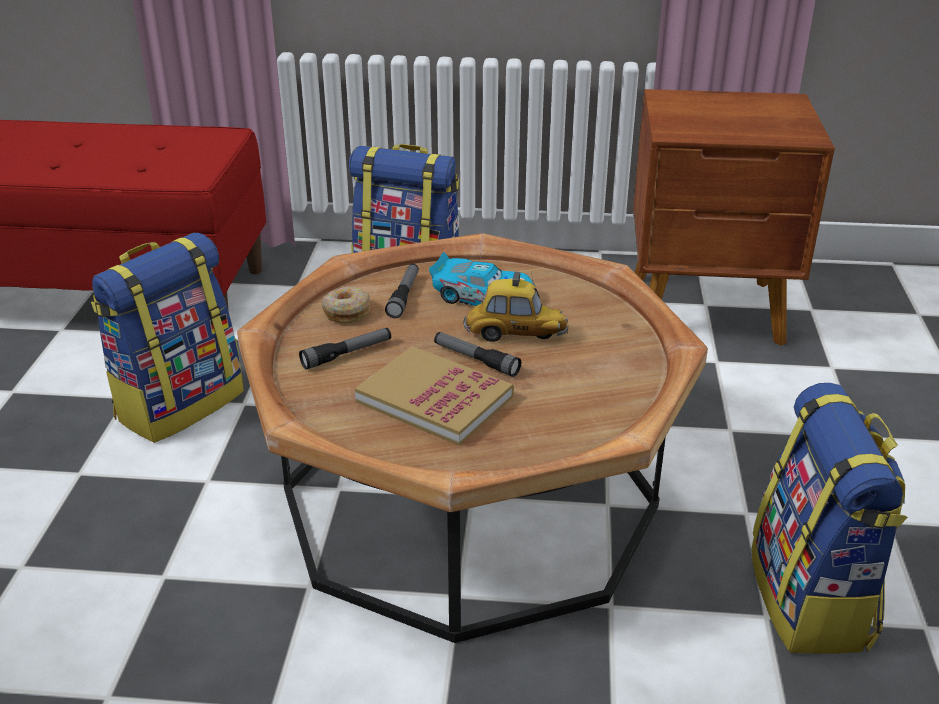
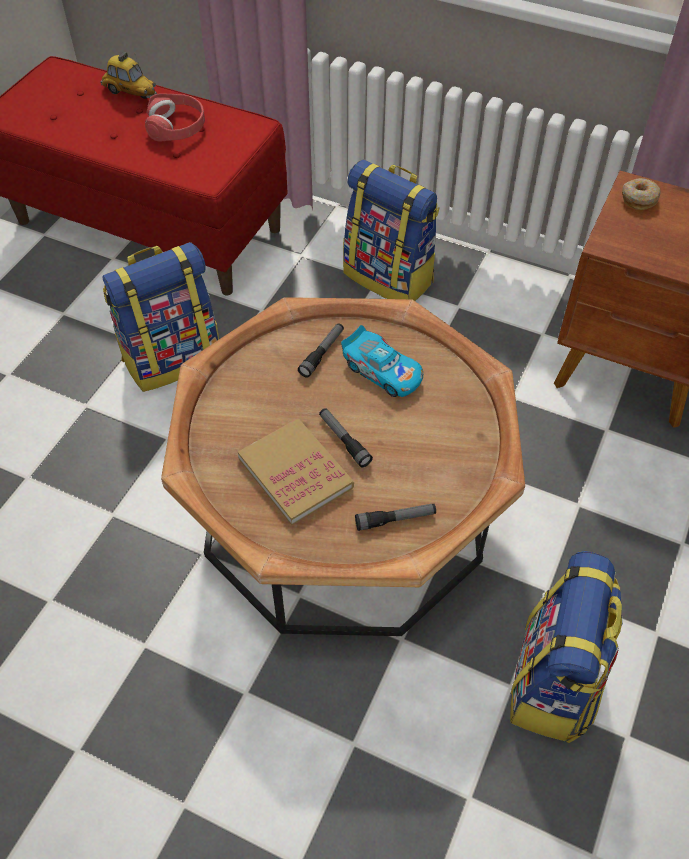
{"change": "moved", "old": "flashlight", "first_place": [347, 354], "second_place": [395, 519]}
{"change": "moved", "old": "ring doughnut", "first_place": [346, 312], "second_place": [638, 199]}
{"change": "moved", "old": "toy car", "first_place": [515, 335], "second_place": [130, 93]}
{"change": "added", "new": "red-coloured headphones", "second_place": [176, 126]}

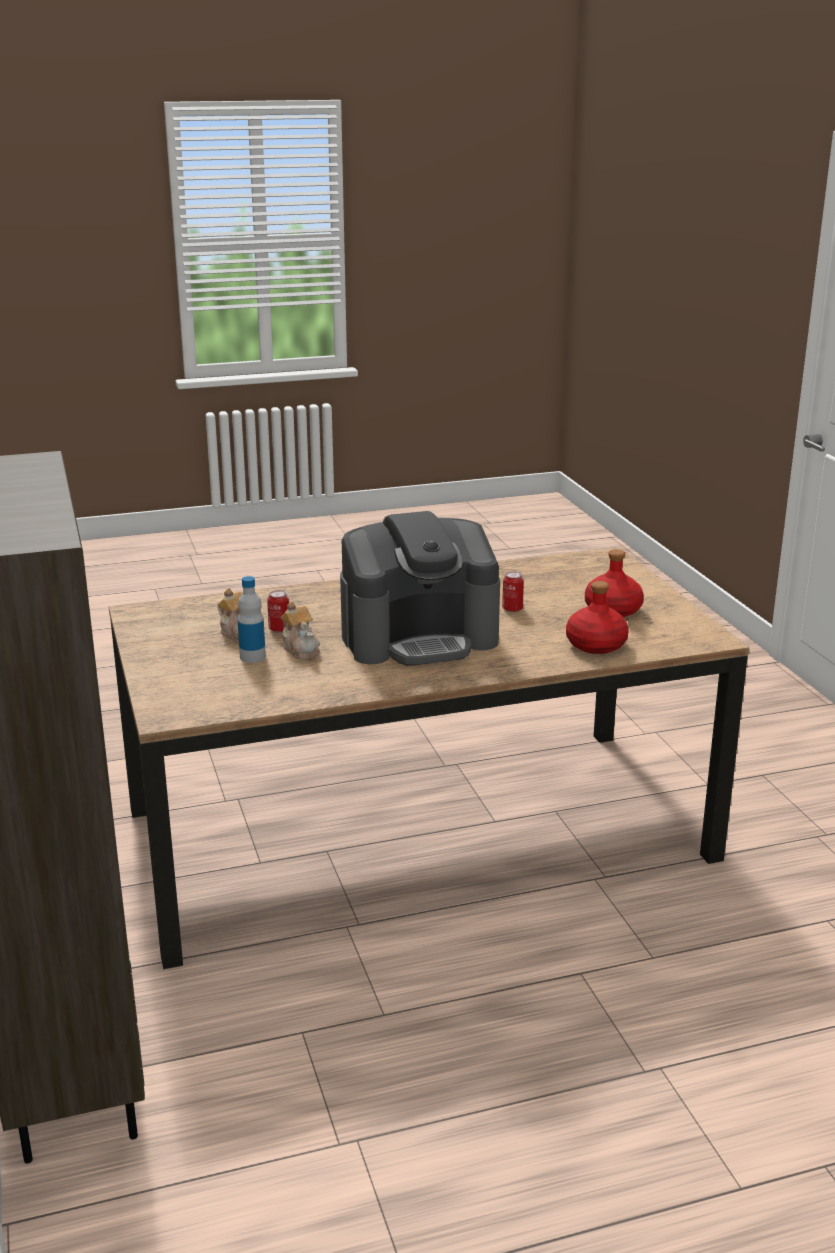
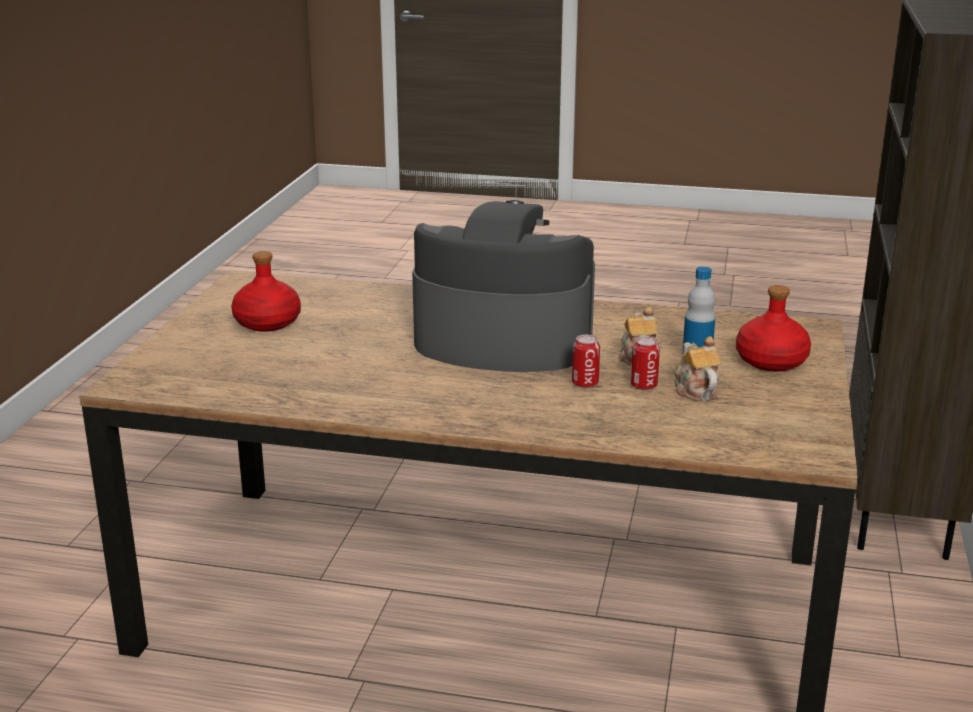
{"change": "moved", "old": "can", "first_place": [512, 609], "second_place": [585, 383]}
{"change": "moved", "old": "red-coloured bottle", "first_place": [596, 645], "second_place": [770, 361]}

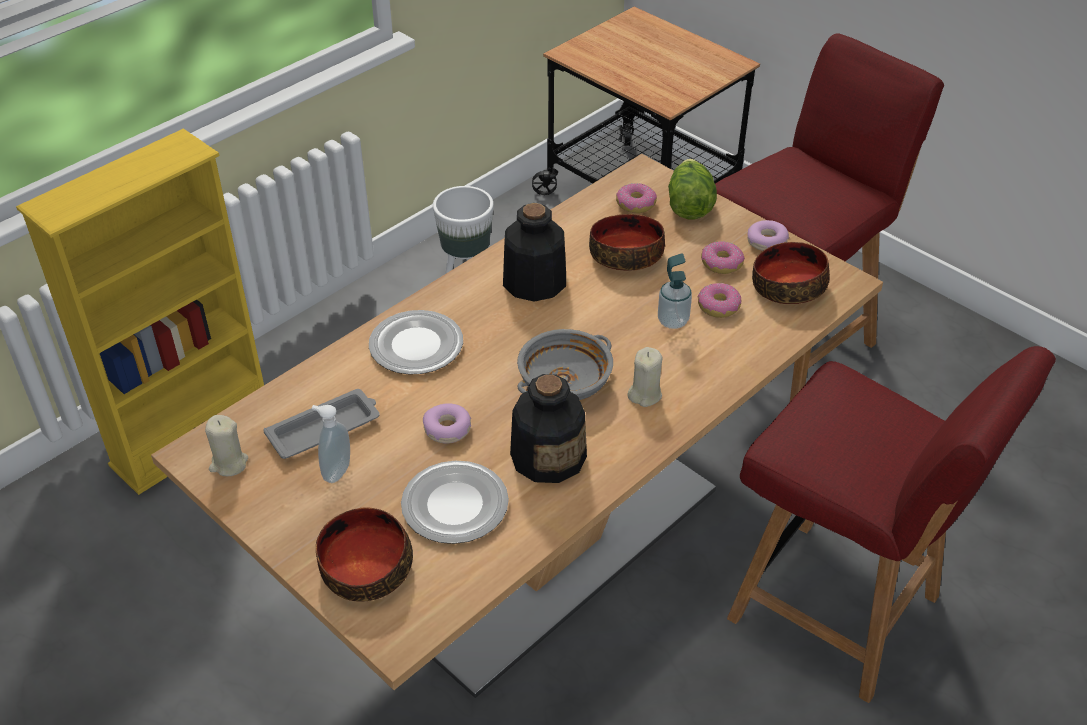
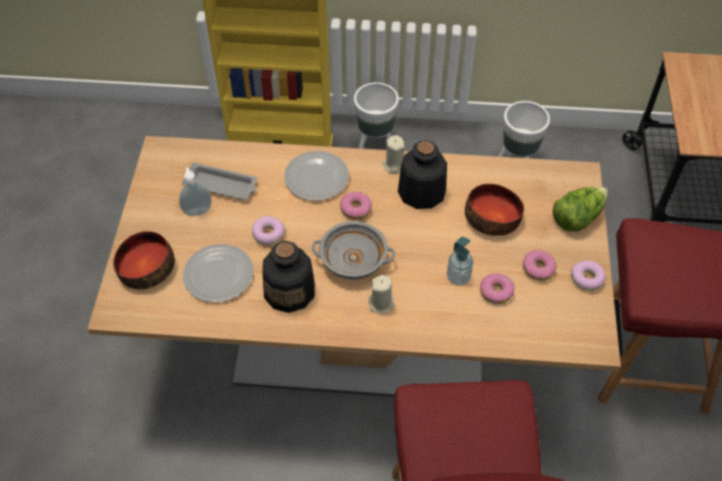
{"change": "moved", "old": "beige candle", "first_place": [228, 464], "second_place": [394, 165]}
{"change": "moved", "old": "ring doughnut", "first_place": [635, 204], "second_place": [355, 209]}
{"change": "removed", "old": "serving bowl", "first_place": [788, 286]}
{"change": "added", "new": "whitish flower pot", "second_place": [375, 144]}

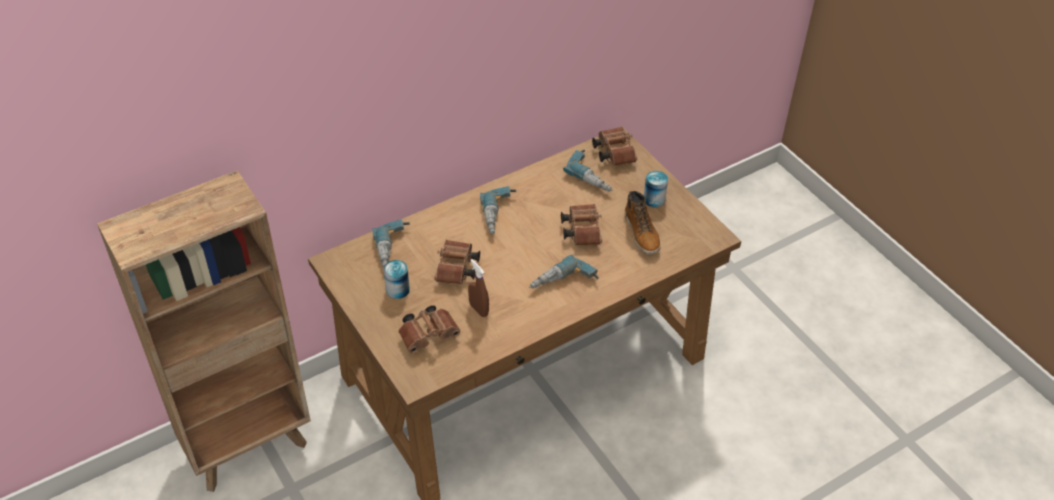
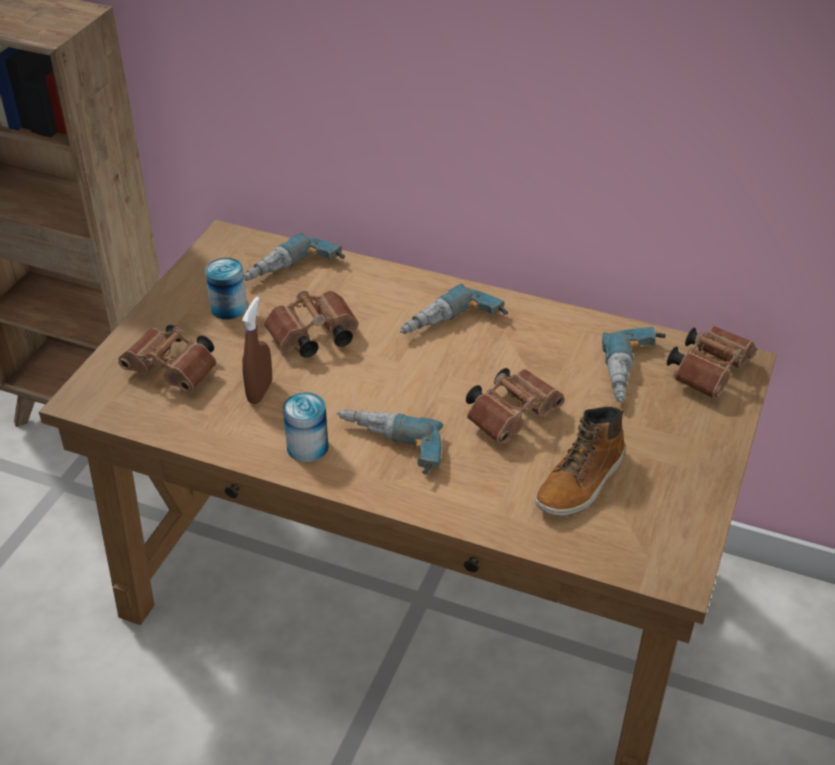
{"change": "moved", "old": "can", "first_place": [654, 199], "second_place": [307, 447]}

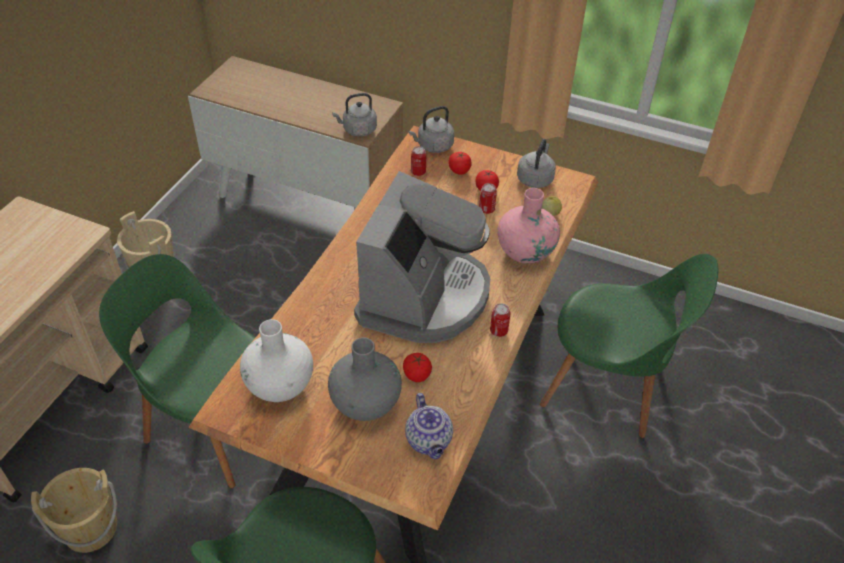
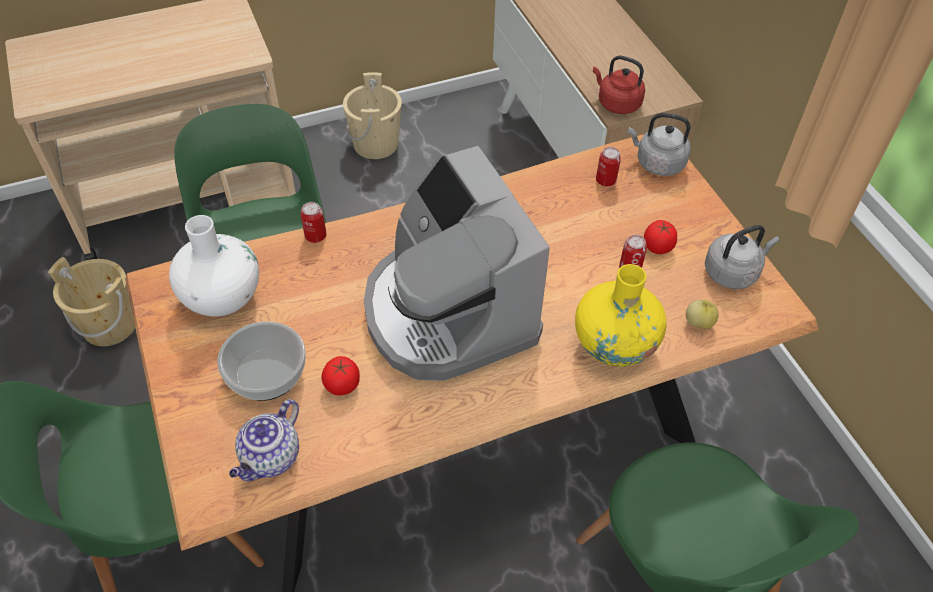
{"change": "replaced", "old": "gray decorative vase", "new": "serving bowl", "first_place": [365, 403], "second_place": [265, 373]}
{"change": "recoloured", "old": "gray water kettle", "new": "red-coloured water kettle", "first_place": [357, 130], "second_place": [616, 103]}
{"change": "turned", "old": "coffee machine", "first_place": [424, 297], "second_place": [447, 313], "degrees": 90}
{"change": "removed", "old": "fresh tomato", "first_place": [459, 170]}
{"change": "moved", "old": "can", "first_place": [498, 331], "second_place": [315, 236]}
{"change": "recoloured", "old": "pink decorative vase", "new": "yellow decorative vase", "first_place": [525, 251], "second_place": [614, 344]}

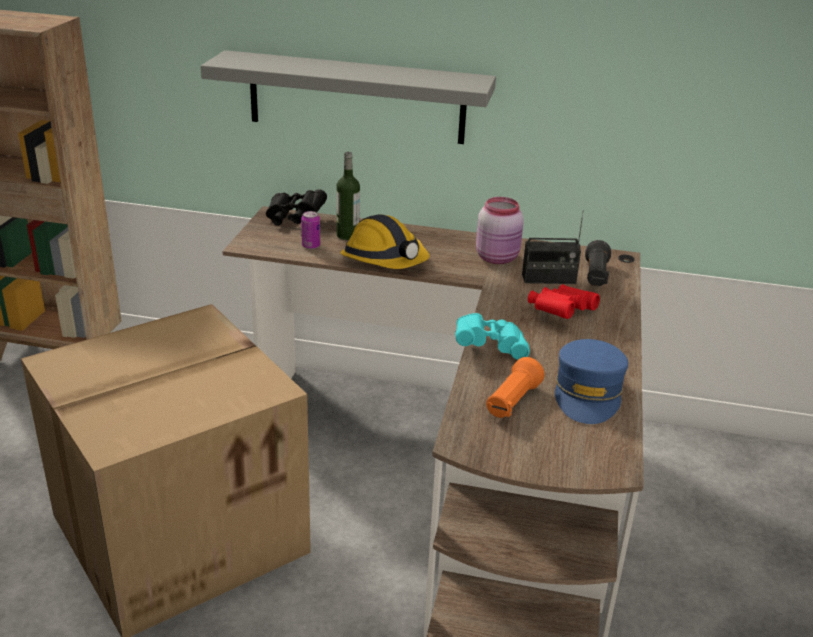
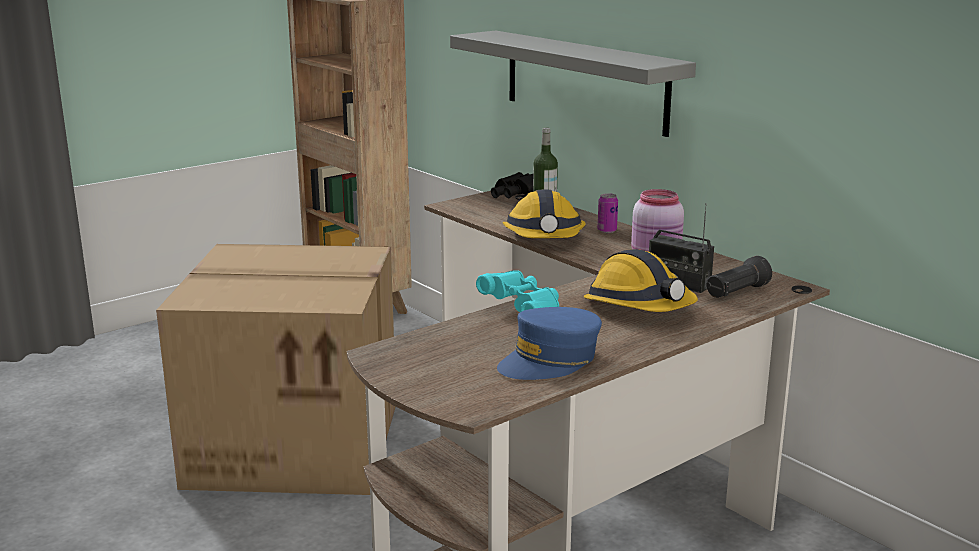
{"change": "moved", "old": "can", "first_place": [311, 246], "second_place": [607, 230]}
{"change": "removed", "old": "orange-coloured flashlight", "first_place": [512, 402]}
{"change": "replaced", "old": "red-coloured binoculars", "new": "hard hat", "first_place": [560, 313], "second_place": [639, 306]}

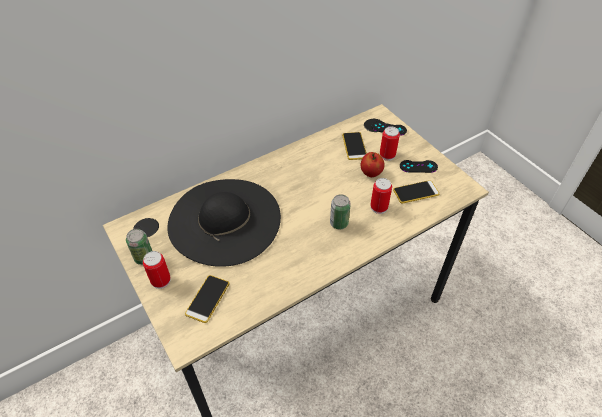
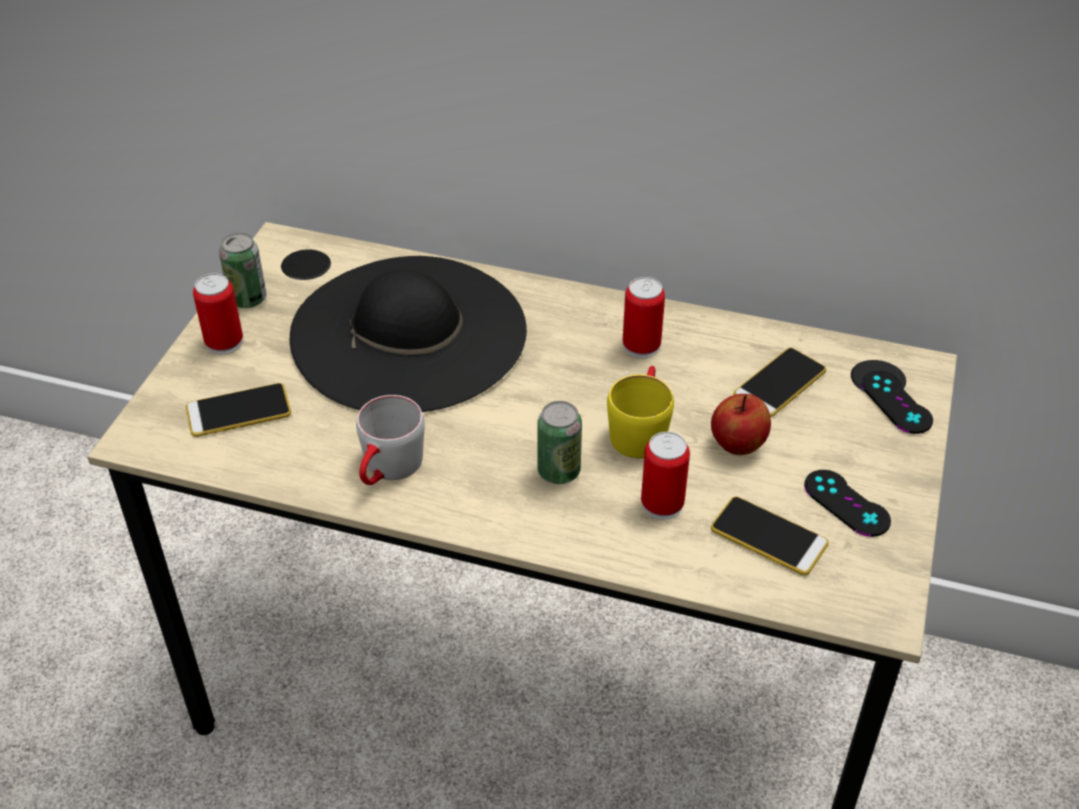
{"change": "moved", "old": "can", "first_place": [387, 155], "second_place": [641, 346]}
{"change": "added", "new": "gray mug", "second_place": [388, 470]}
{"change": "added", "new": "yellow mug", "second_place": [640, 428]}

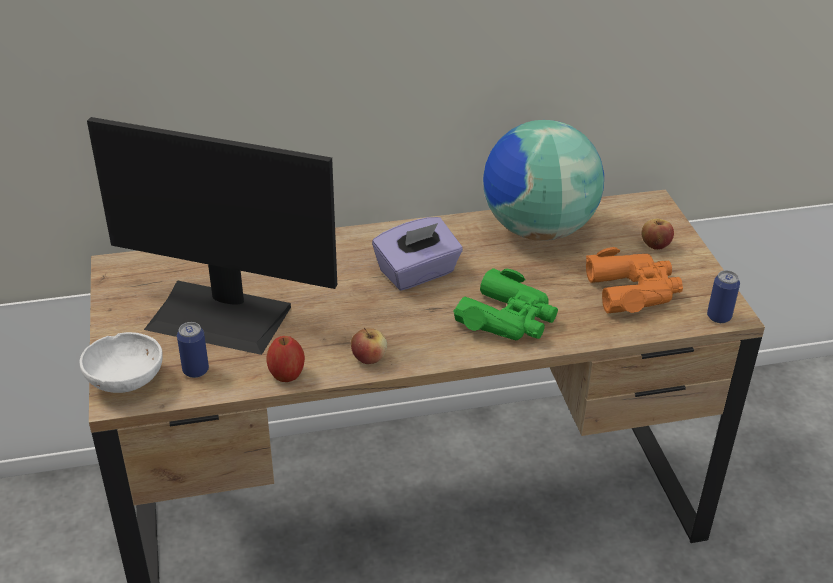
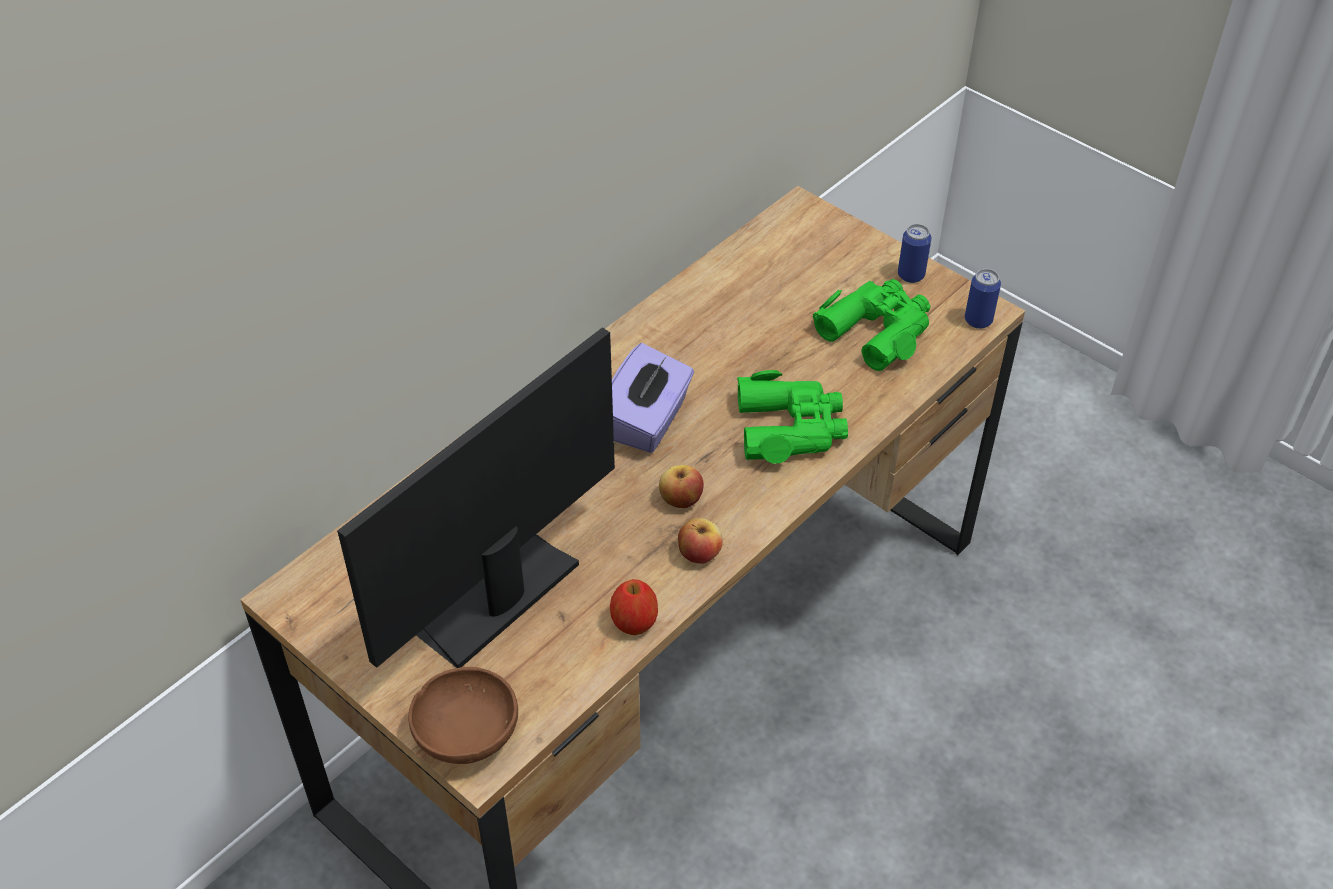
{"change": "recoloured", "old": "whitish serving bowl", "new": "brown serving bowl", "first_place": [127, 381], "second_place": [467, 733]}
{"change": "turned", "old": "computer display", "first_place": [221, 316], "second_place": [487, 592], "degrees": 150}
{"change": "moved", "old": "can", "first_place": [195, 370], "second_place": [911, 275]}
{"change": "removed", "old": "world globe", "first_place": [537, 229]}
{"change": "recoloured", "old": "orange-coloured binoculars", "new": "green-coloured binoculars", "first_place": [633, 290], "second_place": [876, 330]}
{"change": "moved", "old": "apple fruit", "first_place": [655, 245], "second_place": [681, 499]}

